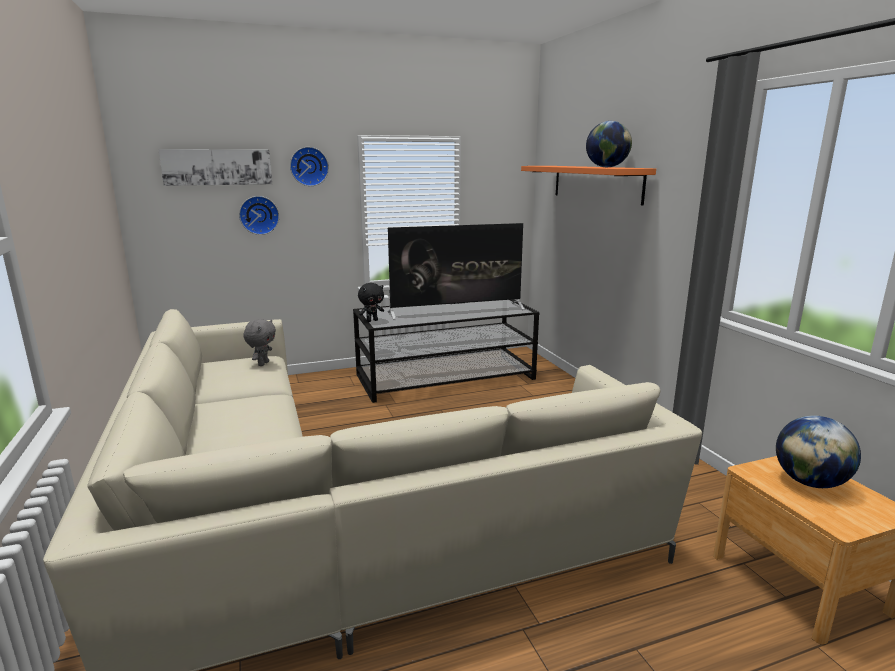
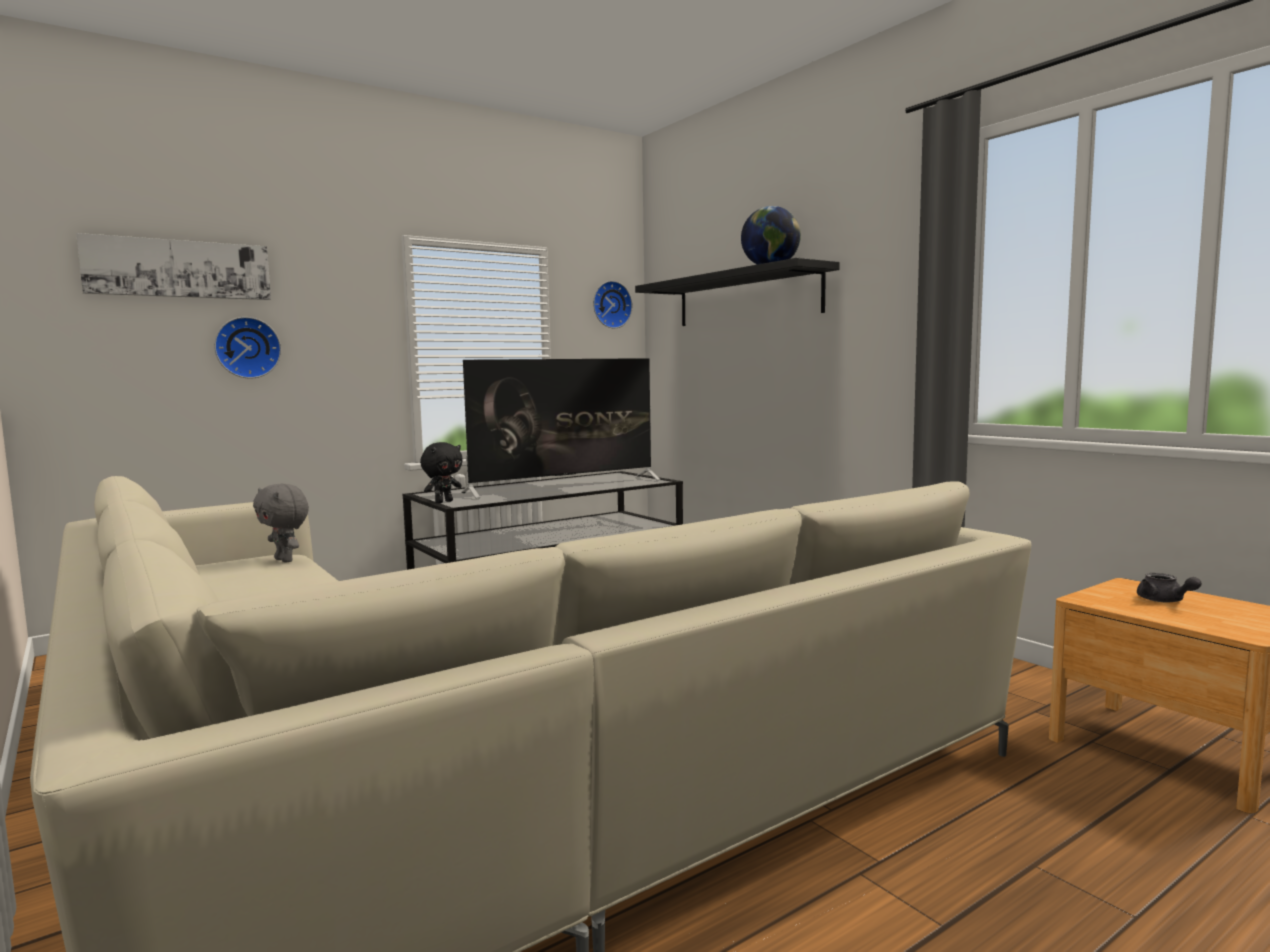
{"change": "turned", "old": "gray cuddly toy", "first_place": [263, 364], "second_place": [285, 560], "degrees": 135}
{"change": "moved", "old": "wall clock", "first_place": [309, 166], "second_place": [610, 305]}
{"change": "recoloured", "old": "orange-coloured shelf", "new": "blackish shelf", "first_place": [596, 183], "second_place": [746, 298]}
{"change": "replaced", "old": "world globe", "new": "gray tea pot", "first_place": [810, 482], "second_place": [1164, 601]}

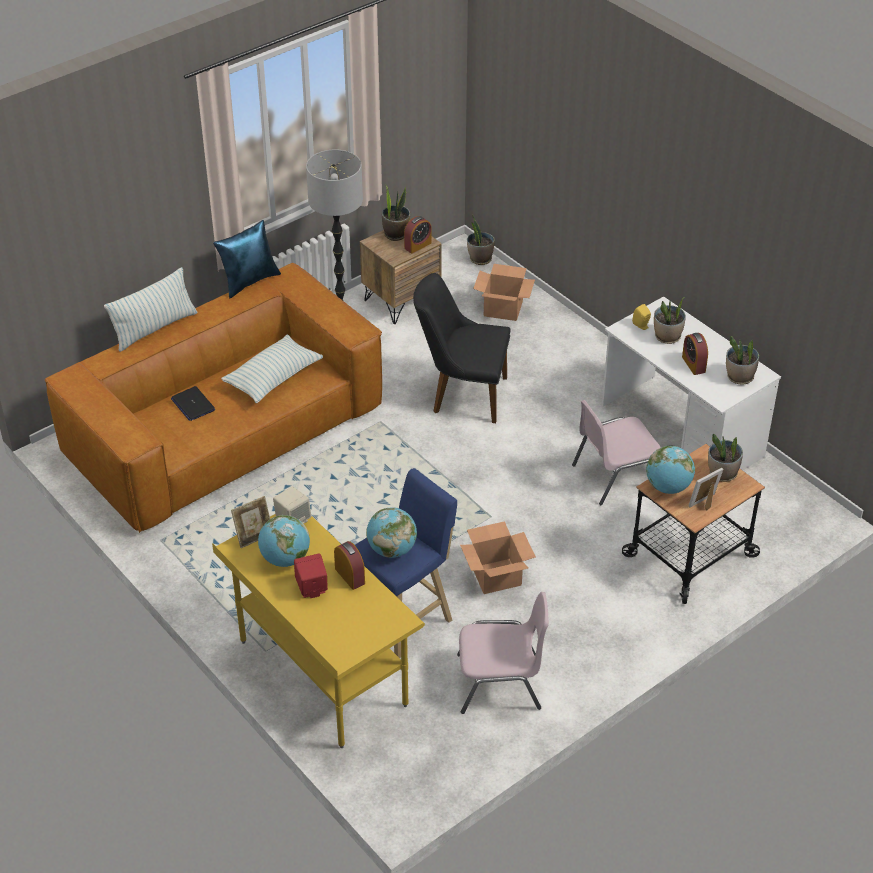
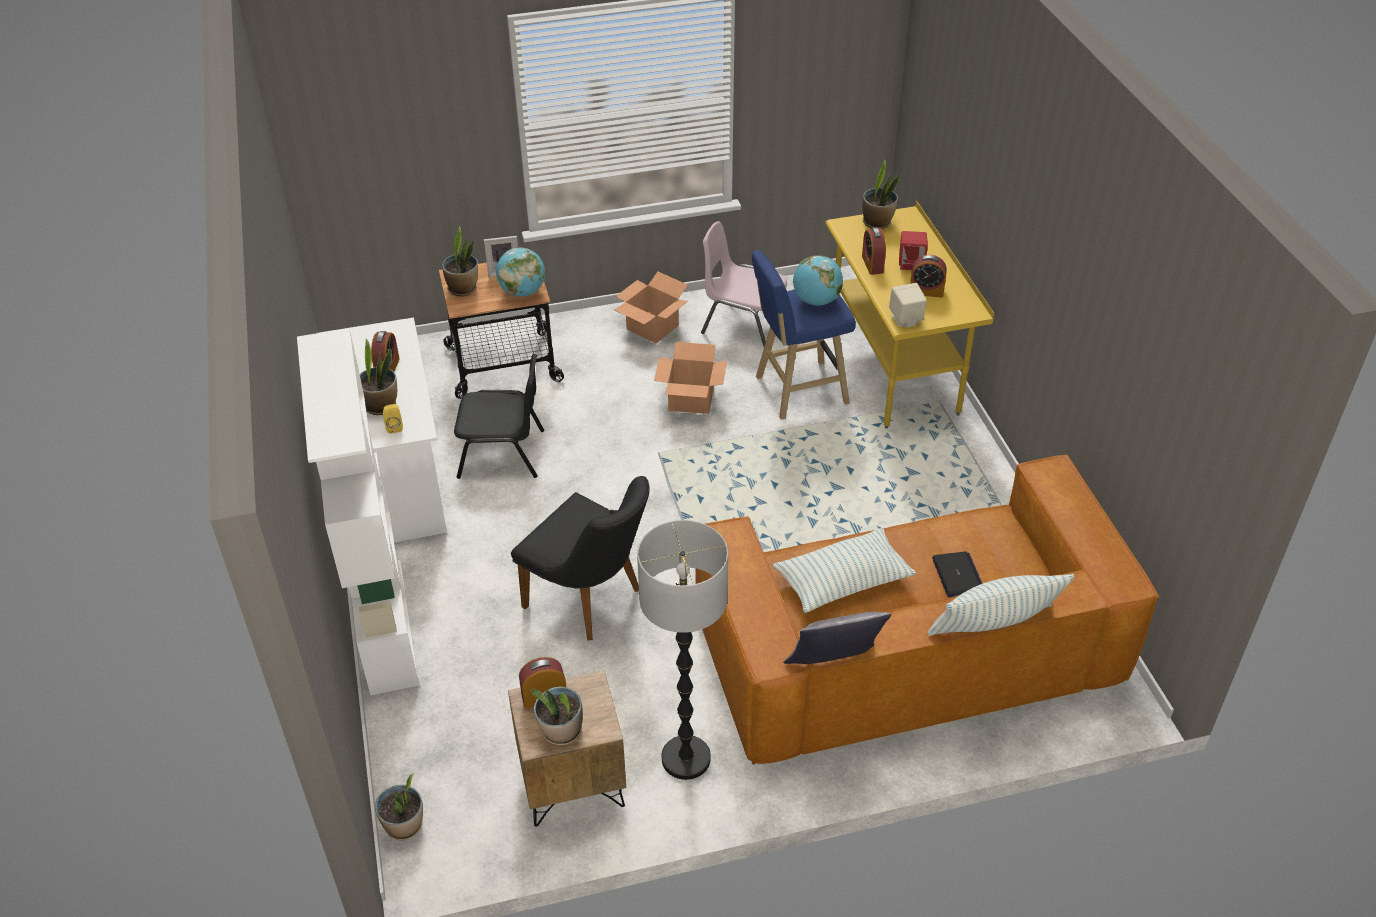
{"change": "recoloured", "old": "blue-coloured cushion", "new": "gray cushion", "first_place": [249, 281], "second_place": [833, 667]}
{"change": "removed", "old": "picture frame", "first_place": [254, 536]}
{"change": "replaced", "old": "world globe", "new": "alarm clock", "first_place": [285, 559], "second_place": [926, 291]}
{"change": "moved", "old": "carton", "first_place": [502, 309], "second_place": [653, 327]}
{"change": "recoloured", "old": "pink plain chair", "new": "blackish plain chair", "first_place": [615, 475], "second_place": [503, 453]}
{"change": "moved", "old": "plant in a pot", "first_place": [739, 377], "second_place": [877, 222]}
{"change": "added", "new": "whitish bookcase", "second_place": [385, 625]}

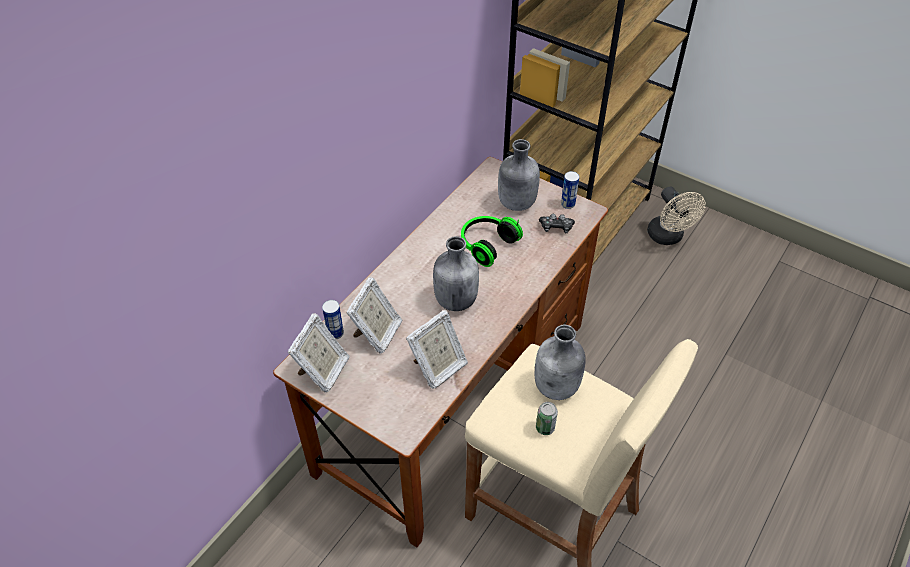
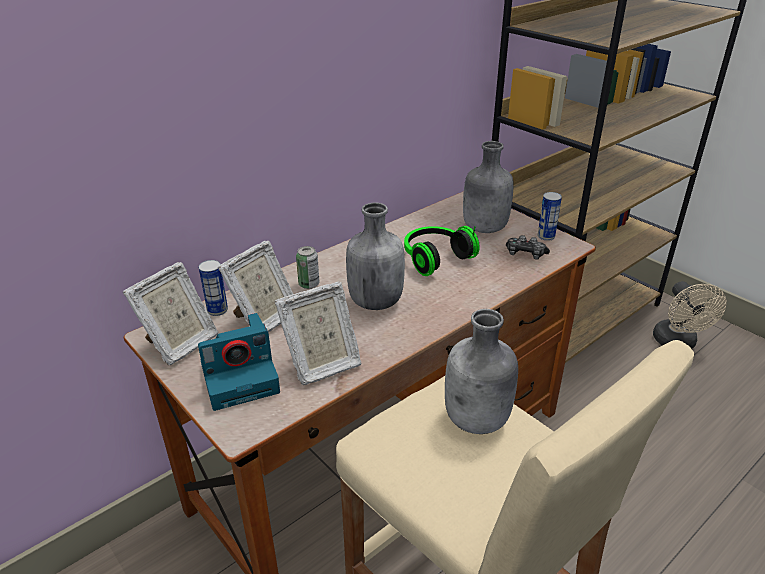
{"change": "moved", "old": "can", "first_place": [545, 428], "second_place": [309, 284]}
{"change": "added", "new": "photo camera", "second_place": [241, 377]}

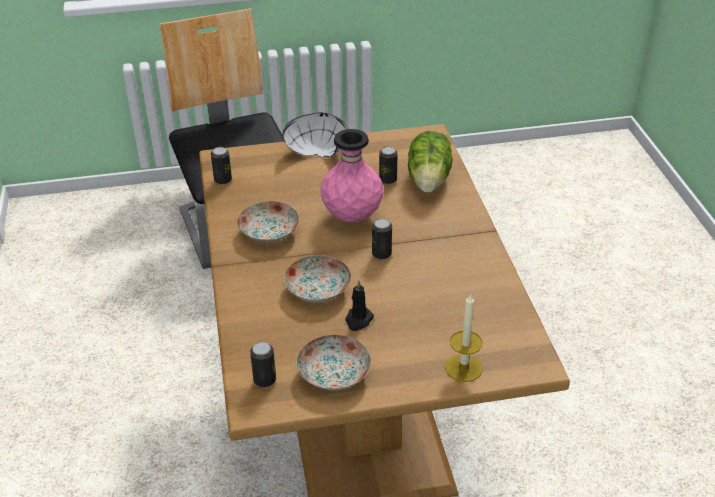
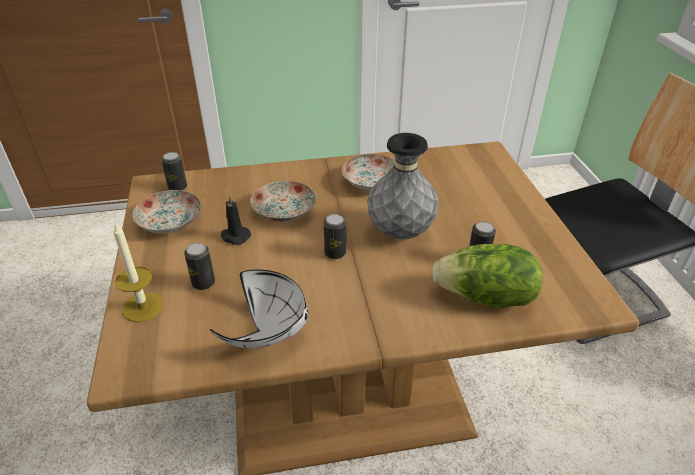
{"change": "moved", "old": "can", "first_place": [223, 180], "second_place": [203, 283]}
{"change": "moved", "old": "whitish serving bowl", "first_place": [317, 150], "second_place": [268, 332]}
{"change": "recoloured", "old": "pink decorative vase", "new": "gray decorative vase", "first_place": [352, 217], "second_place": [400, 233]}

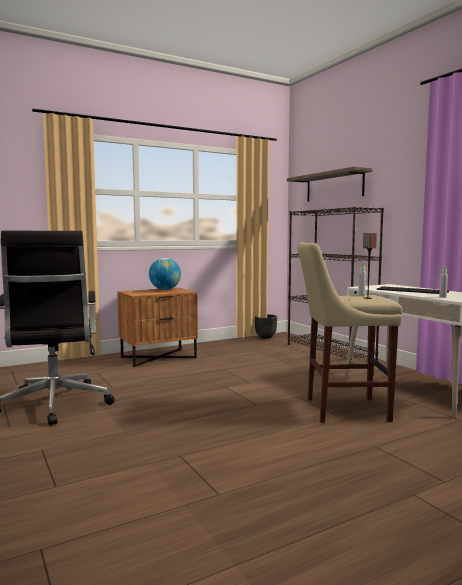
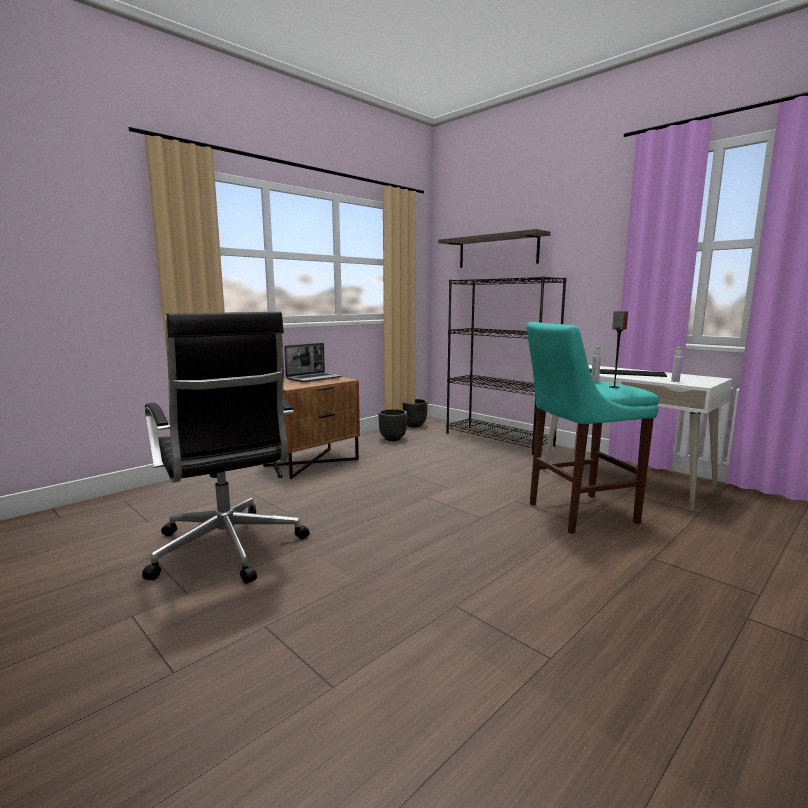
{"change": "replaced", "old": "world globe", "new": "notebook computer", "first_place": [165, 289], "second_place": [314, 378]}
{"change": "recoloured", "old": "beige stool", "new": "turquoise stool", "first_place": [342, 409], "second_place": [577, 513]}
{"change": "added", "new": "blackish flower pot", "second_place": [393, 439]}

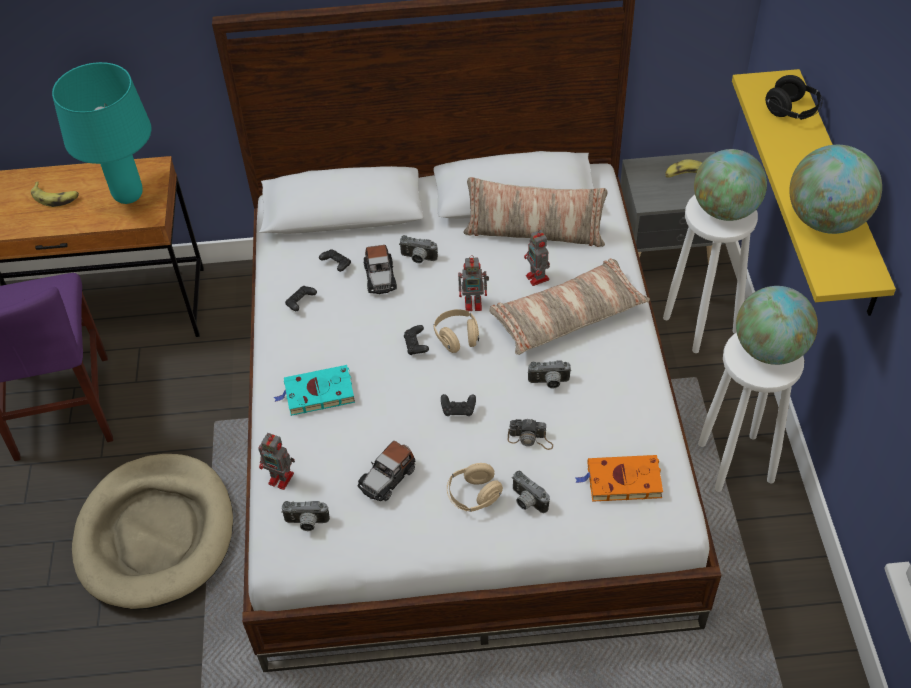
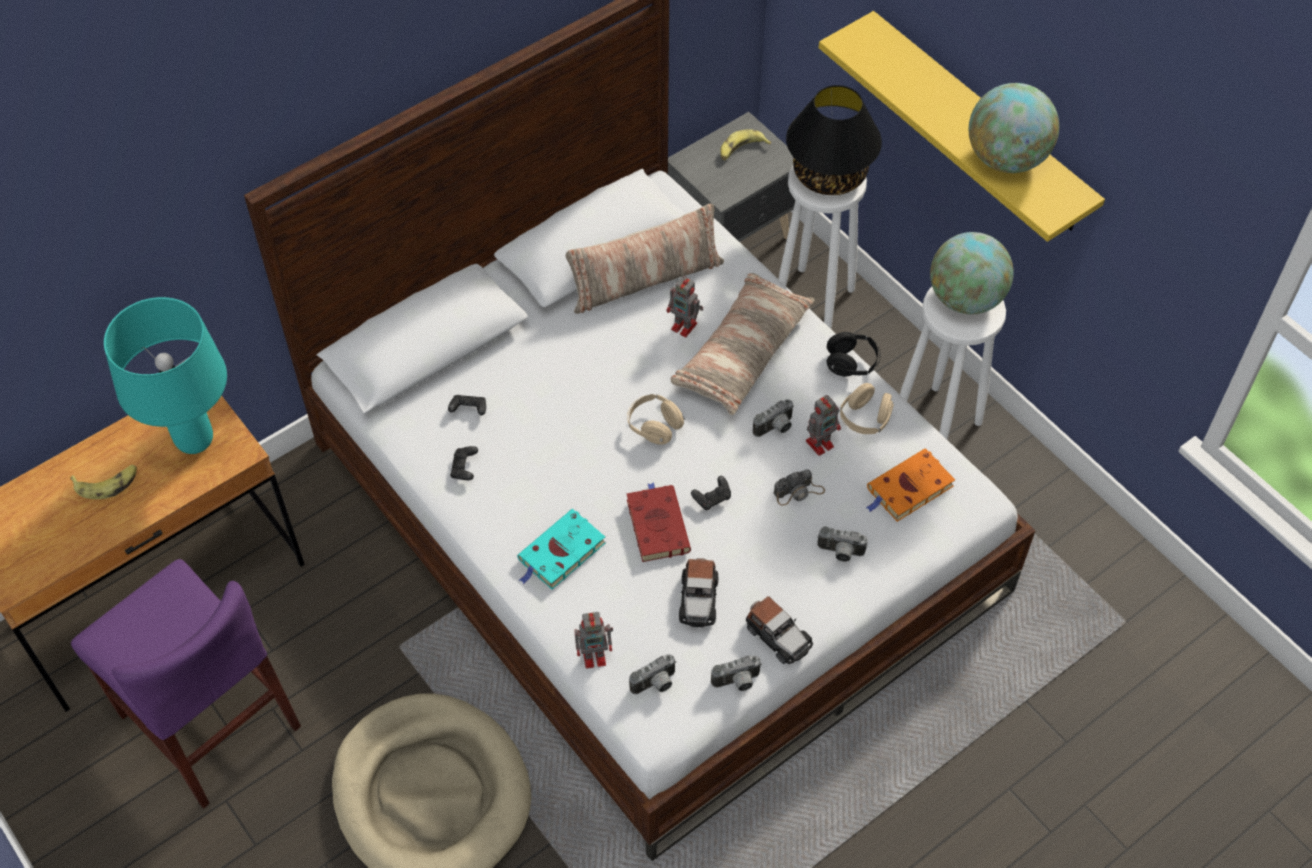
{"change": "moved", "old": "toy car", "first_place": [380, 277], "second_place": [778, 636]}
{"change": "moved", "old": "photo camera", "first_place": [418, 259], "second_place": [737, 682]}
{"change": "removed", "old": "blackish game controller", "first_place": [416, 346]}
{"change": "moved", "old": "beige headphones", "first_place": [474, 496], "second_place": [865, 419]}
{"change": "moved", "old": "model robot", "first_place": [474, 303], "second_place": [820, 443]}
{"change": "replaced", "old": "world globe", "new": "blackish lamp for a table", "first_place": [725, 210], "second_place": [830, 175]}
{"change": "moved", "old": "blackish headphones", "first_place": [792, 111], "second_place": [851, 363]}
{"change": "added", "new": "red-coloured bound book", "second_place": [656, 524]}

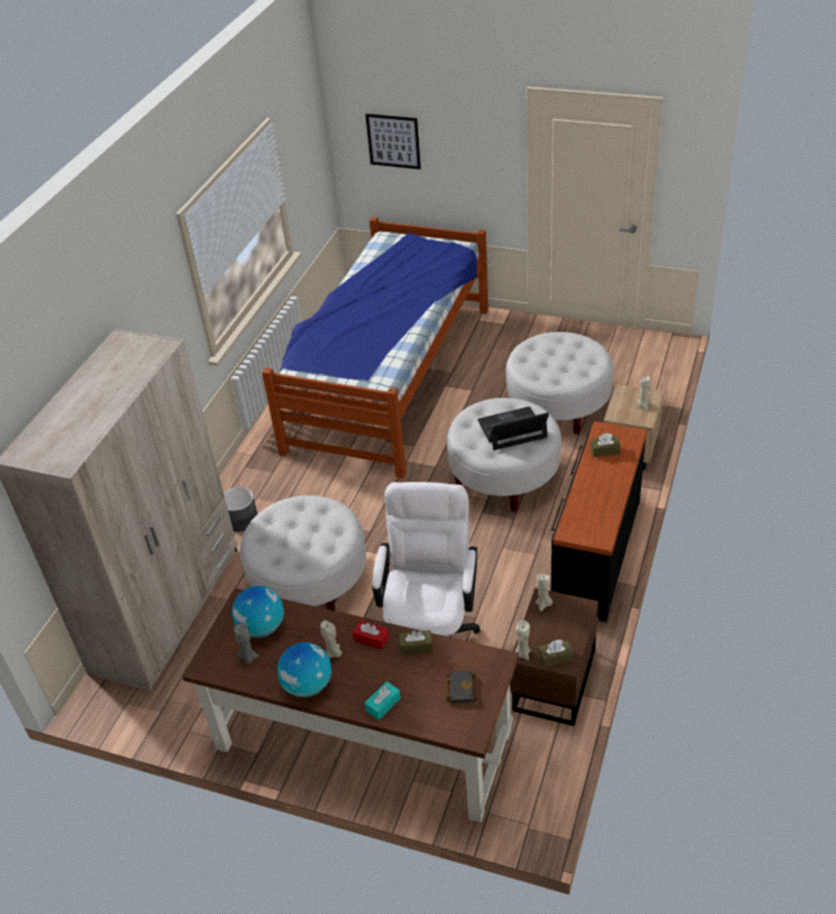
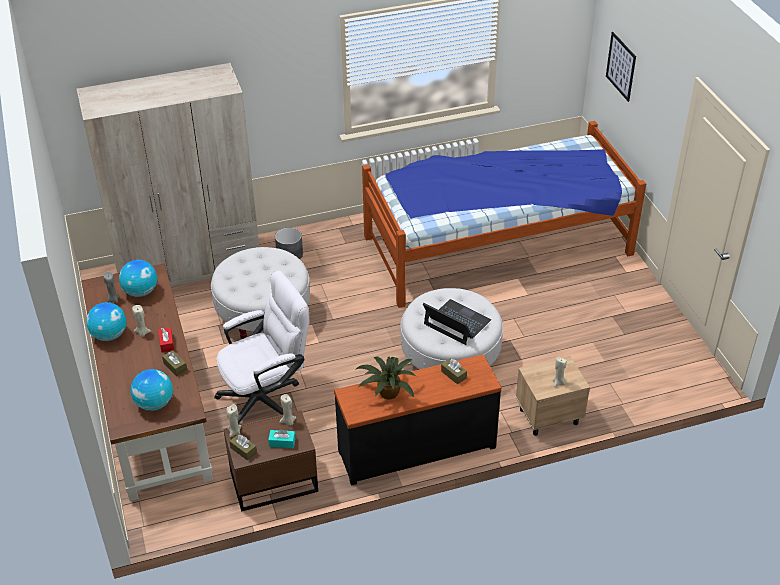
{"change": "moved", "old": "turquoise tissue holder", "first_place": [383, 705], "second_place": [282, 442]}
{"change": "replaced", "old": "blackish bound book", "new": "world globe", "first_place": [459, 688], "second_place": [154, 403]}
{"change": "removed", "old": "whitish pouffe", "first_place": [558, 406]}
{"change": "added", "new": "plant in a pot", "second_place": [387, 393]}

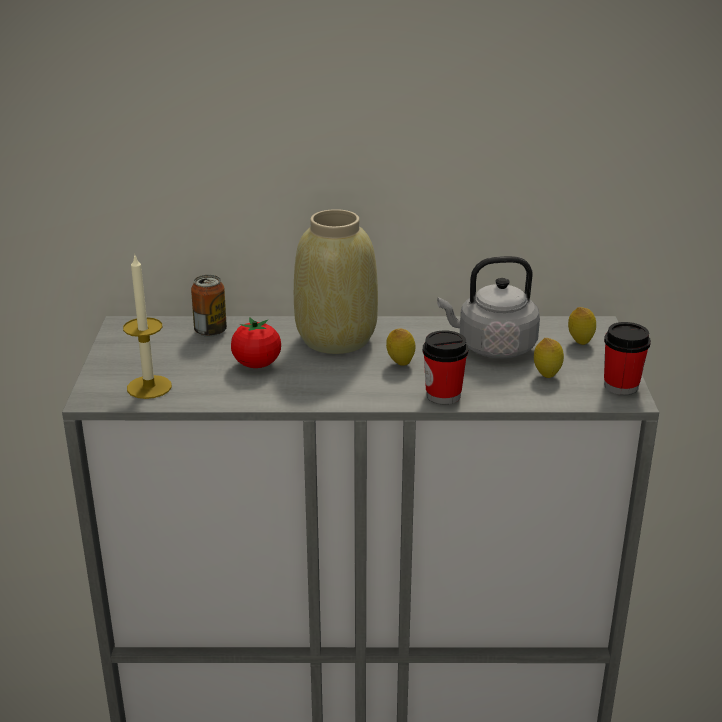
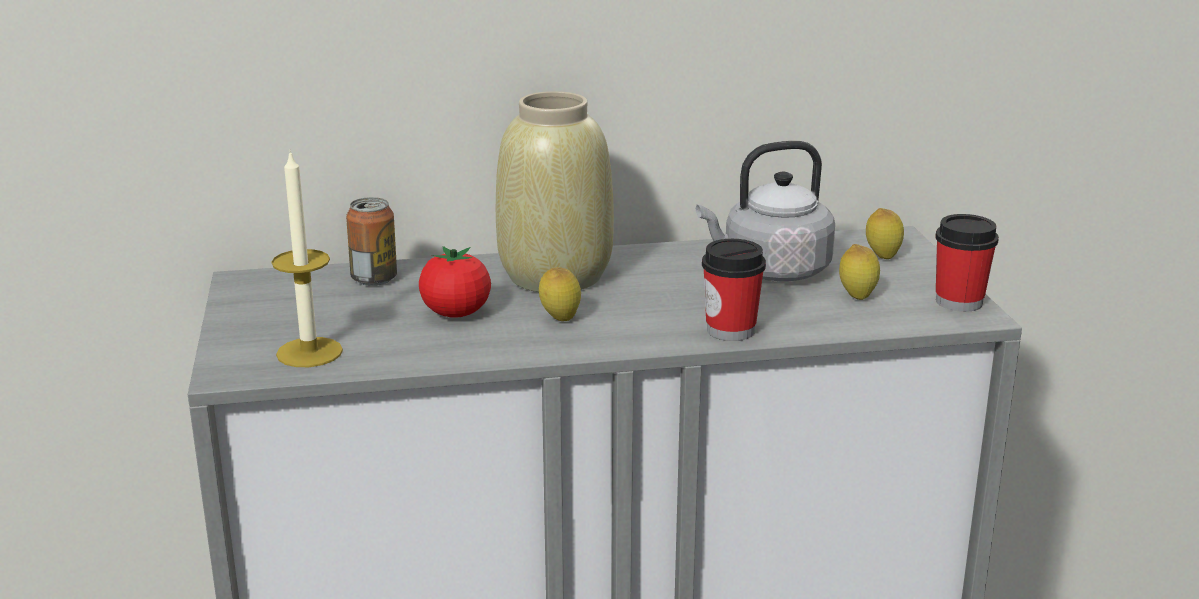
{"change": "moved", "old": "whole lemon", "first_place": [400, 364], "second_place": [560, 320]}

